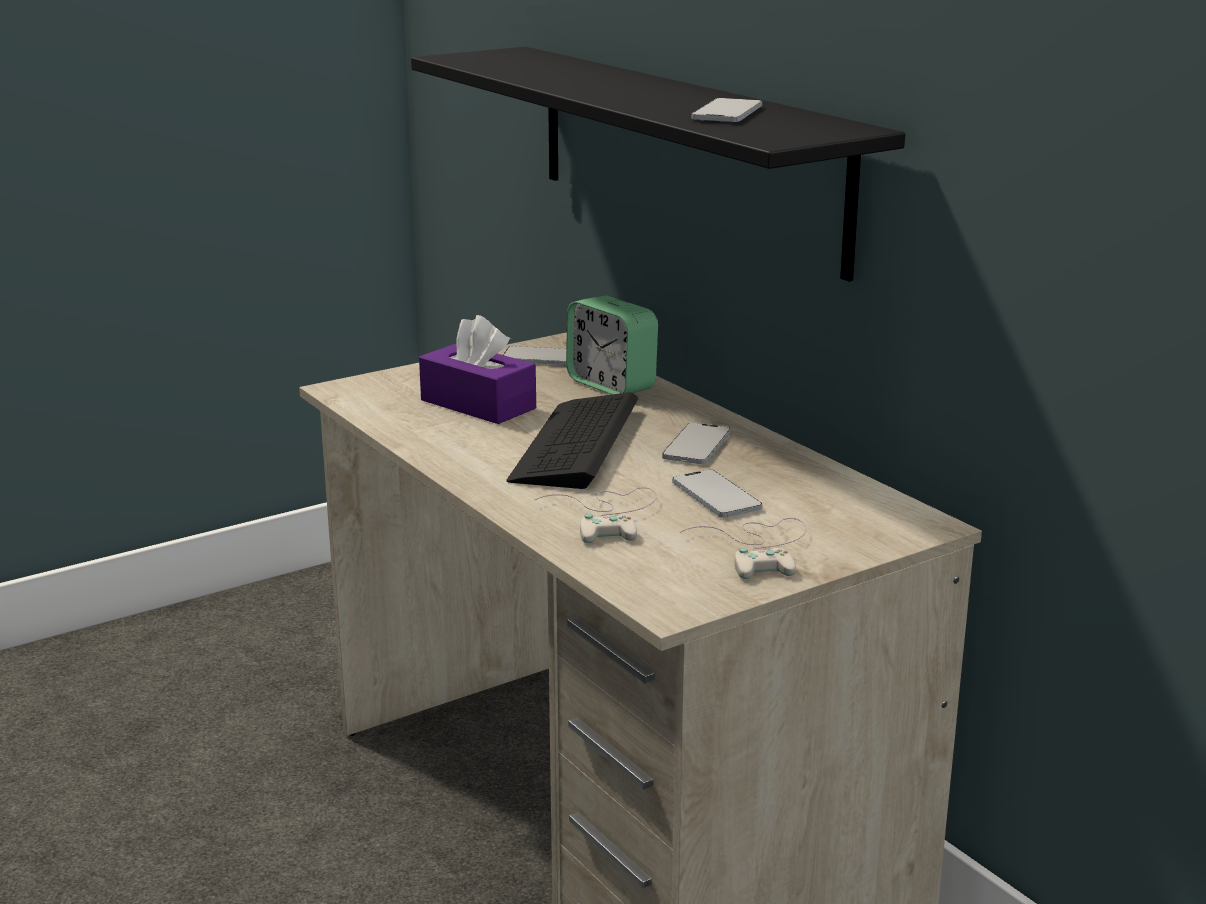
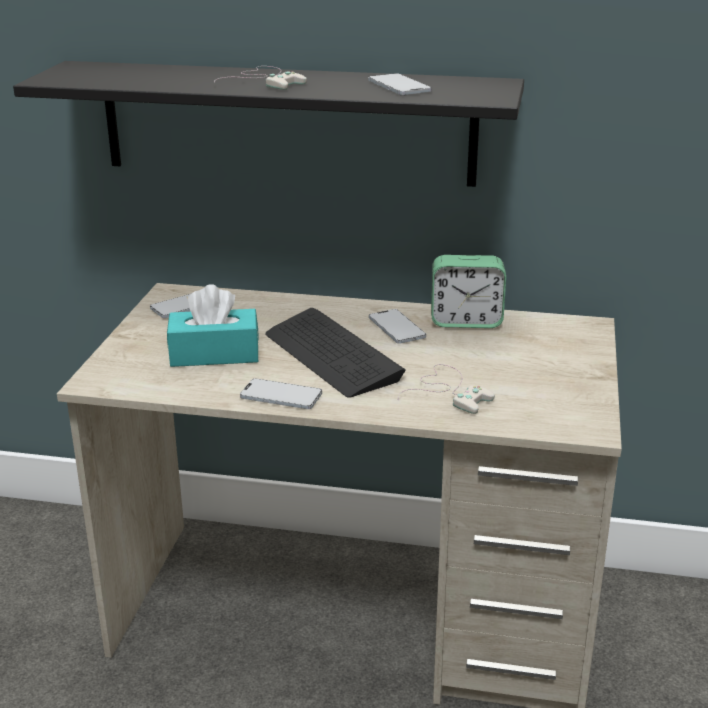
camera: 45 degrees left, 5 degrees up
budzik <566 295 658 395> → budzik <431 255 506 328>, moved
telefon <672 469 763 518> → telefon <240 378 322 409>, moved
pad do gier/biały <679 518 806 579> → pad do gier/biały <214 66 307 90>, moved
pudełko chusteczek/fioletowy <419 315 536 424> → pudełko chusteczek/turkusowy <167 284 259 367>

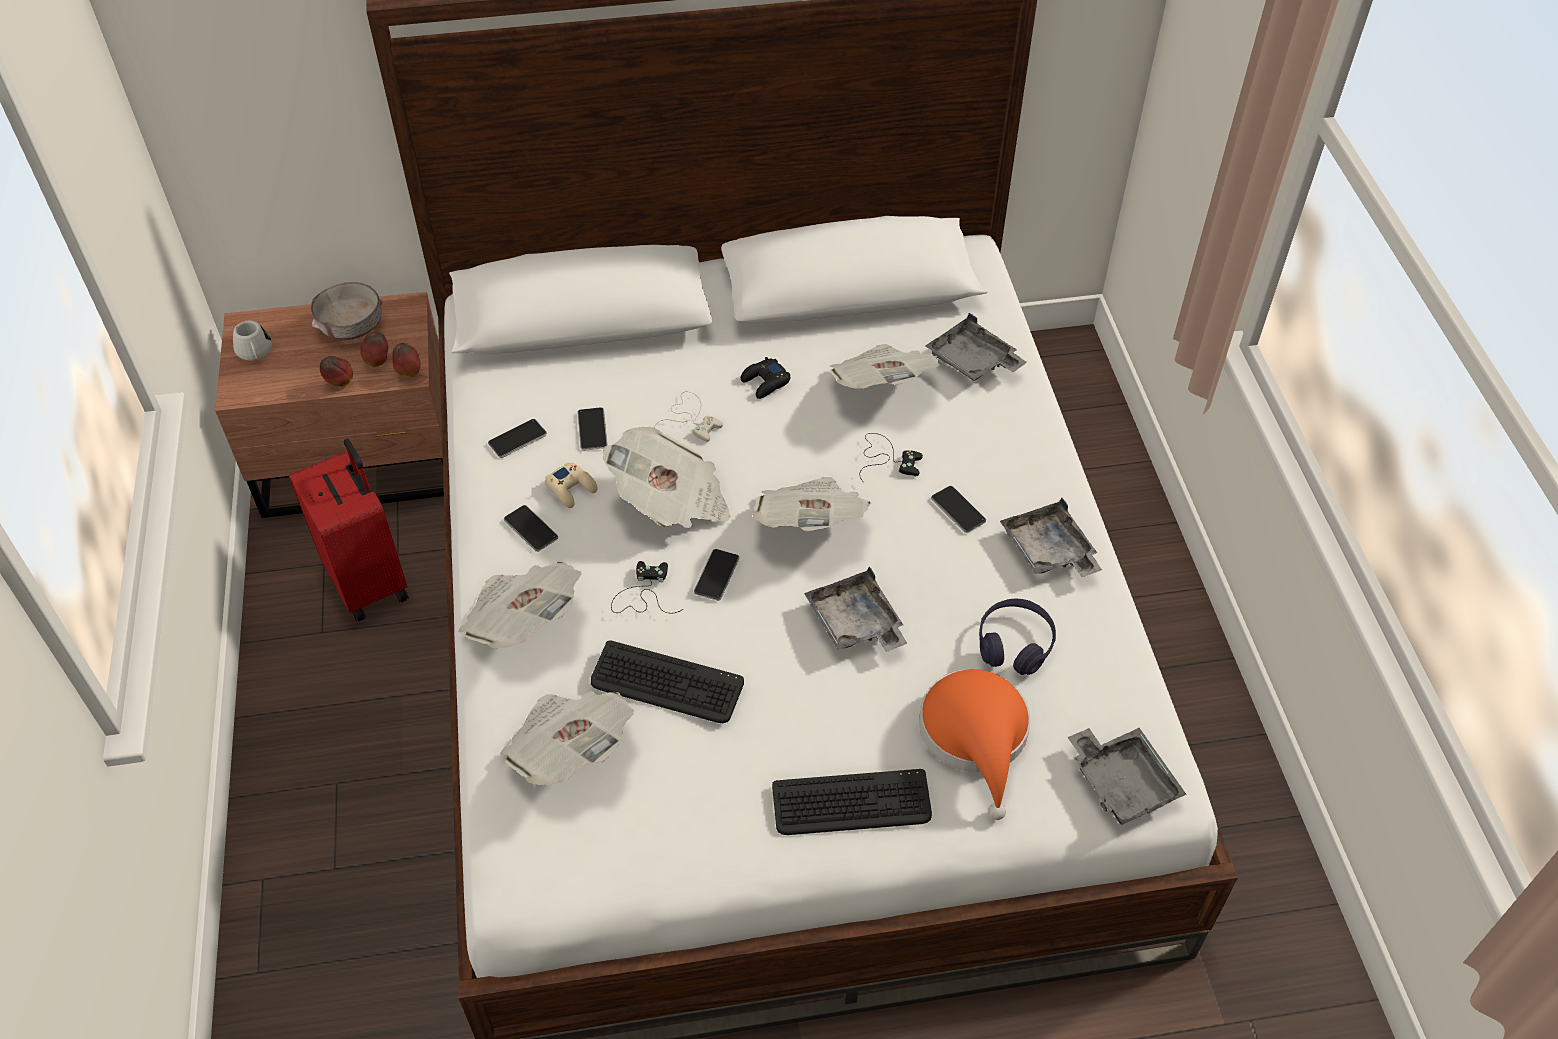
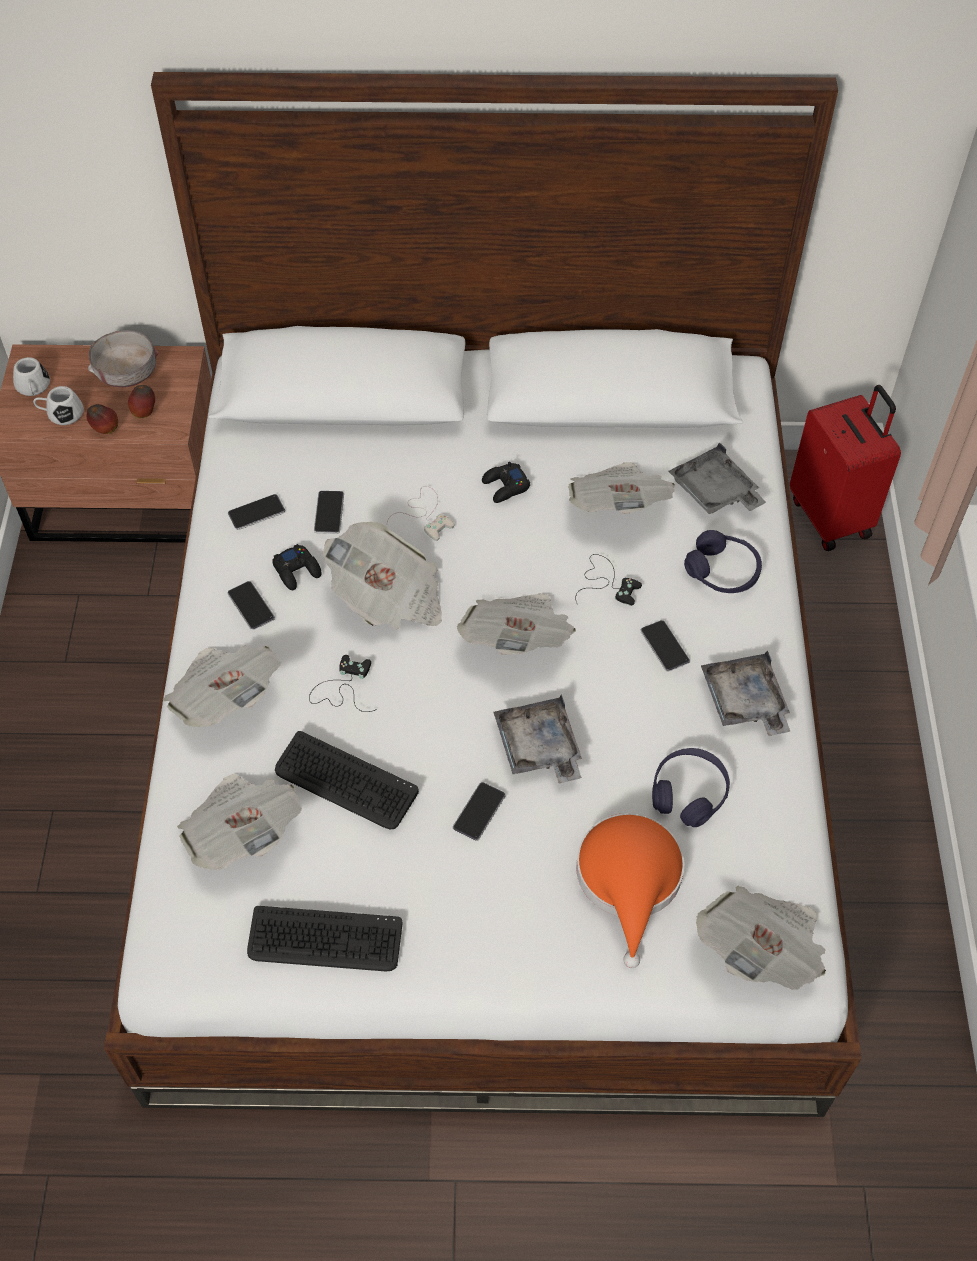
camera: 10 degrees right, 5 degrees up
jabłko <392 343 420 378> → -
- → kubek/biały <33 386 84 425>
- → słuchawki/fioletowy <684 530 762 593>
walizka/czerwony <289 439 408 622> → walizka/czerwony <790 385 901 551>, moved
telefon <694 549 739 601> → telefon <453 782 505 841>, moved
klawiatura <772 769 932 835> → klawiatura <247 906 403 971>, moved
taca/szary <1068 728 1186 825> → gazeta <696 886 826 990>
pad do gier/beżowy <545 462 597 508> → pad do gier/czarny <272 544 321 590>

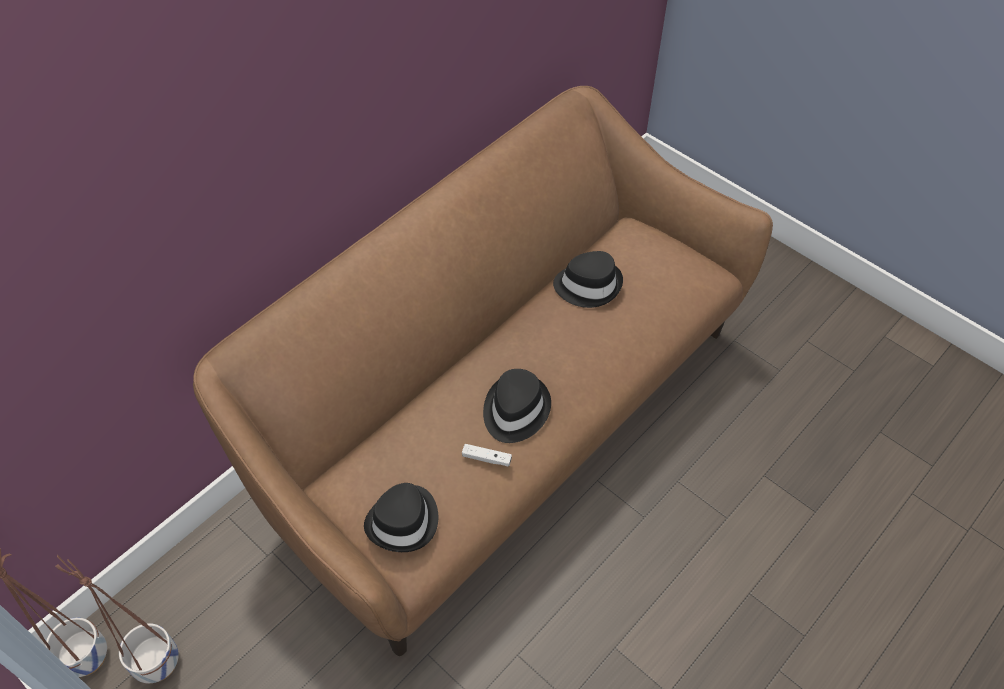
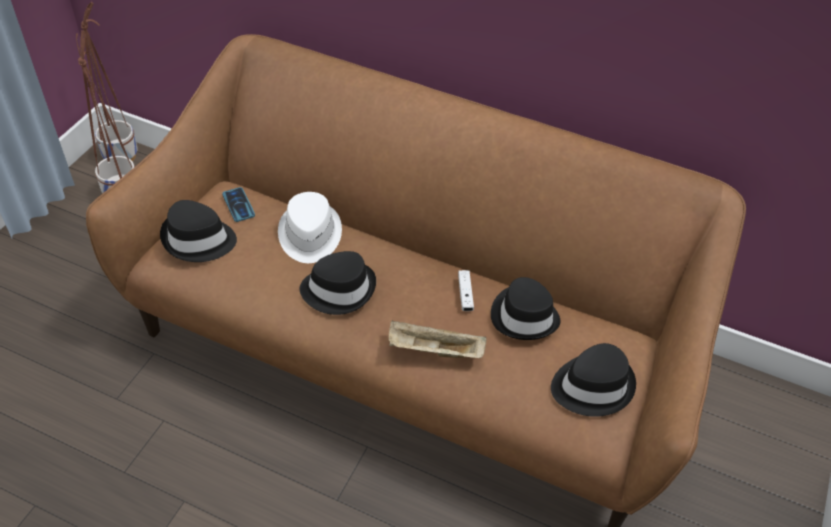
camera: 70 degrees right, 5 degrees down
- → telefon <222 187 255 222>
- → kapelusz/biały <278 192 342 263>
- → taca/beżowy <389 320 486 358>
- → kapelusz/czarny <551 343 636 417>
pad do gier/biały <462 444 512 467> → pad do gier/biały <458 270 474 311>, moved

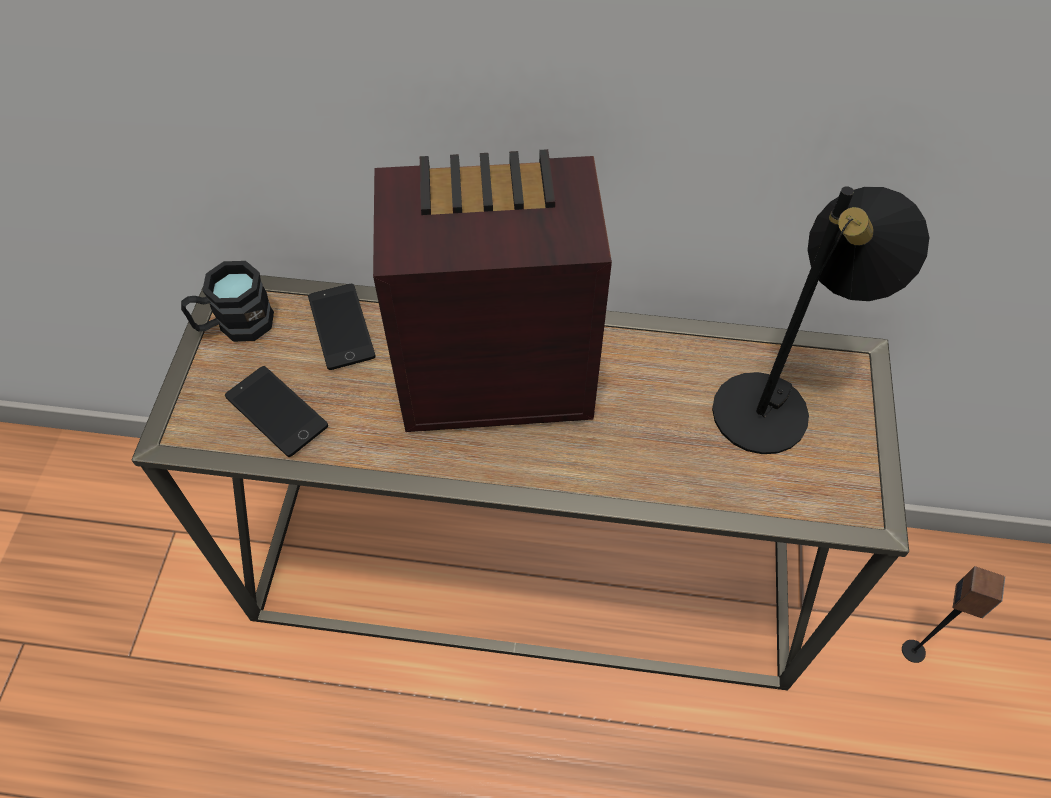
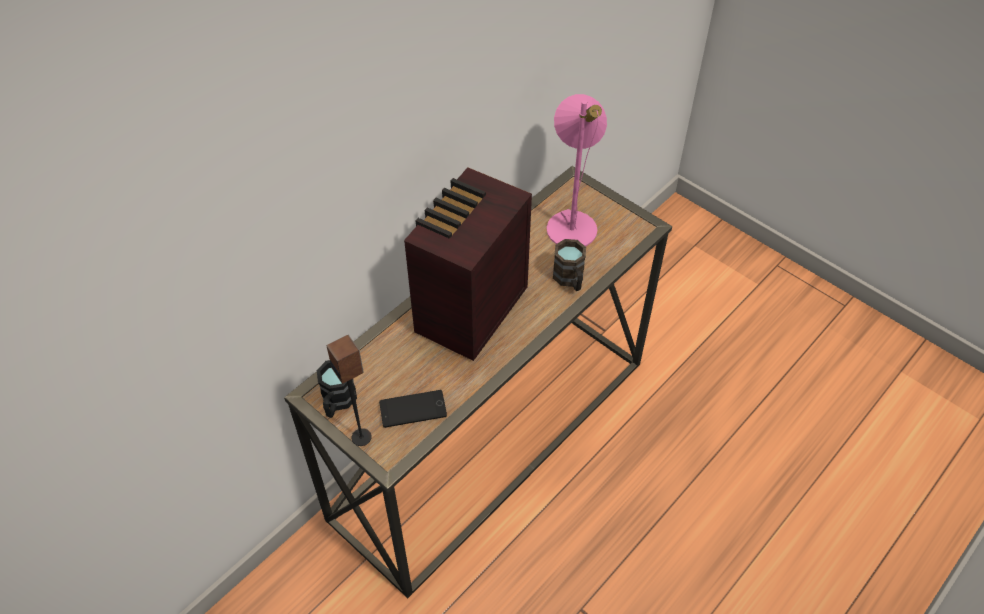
camera: 55 degrees left, 5 degrees down
telefon <308 284 376 370> → -
- → kubek/brązowy <553 239 586 291>
głośnik <902 566 1005 663> → głośnik <327 335 372 446>, moved
lampa stołowa/czarny <712 186 929 454> → lampa stołowa/różowy <546 94 607 246>

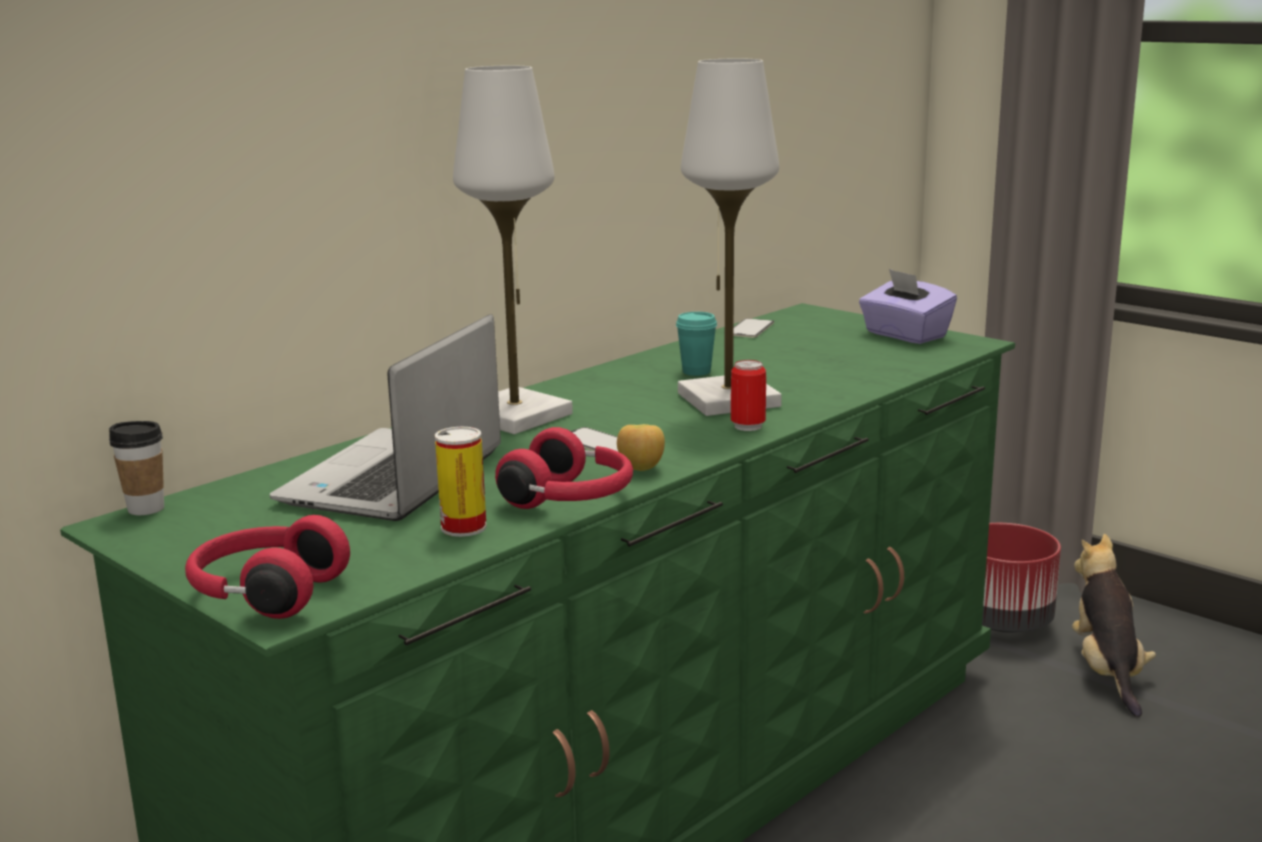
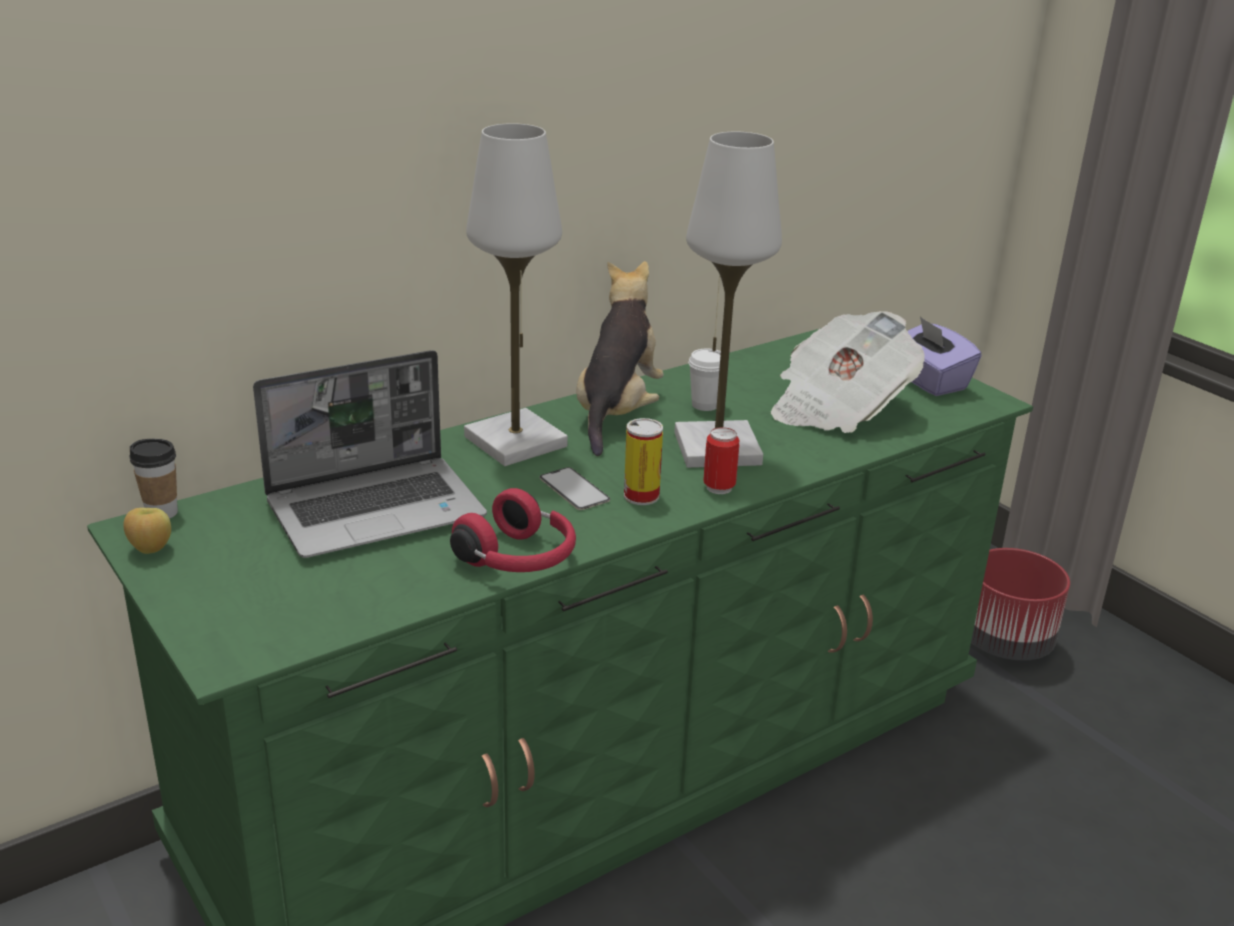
camera: 10 degrees right, 10 degrees up
słuchawki/czerwony <185 515 350 619> → -
telefon <733 318 774 338> → -
- → gazeta <771 311 925 433>
puszka <435 426 487 537> → puszka <624 418 663 505>, moved
jabłko <617 424 665 471> → jabłko <123 508 171 554>, moved
pluszak <1072 534 1156 717> → pluszak <576 261 664 456>, moved
filiżanka/turkusowy <676 312 717 376> → filiżanka/biały <688 349 721 411>
laptop <270 314 501 521> → laptop <253 350 487 558>, 150 degrees counterclockwise

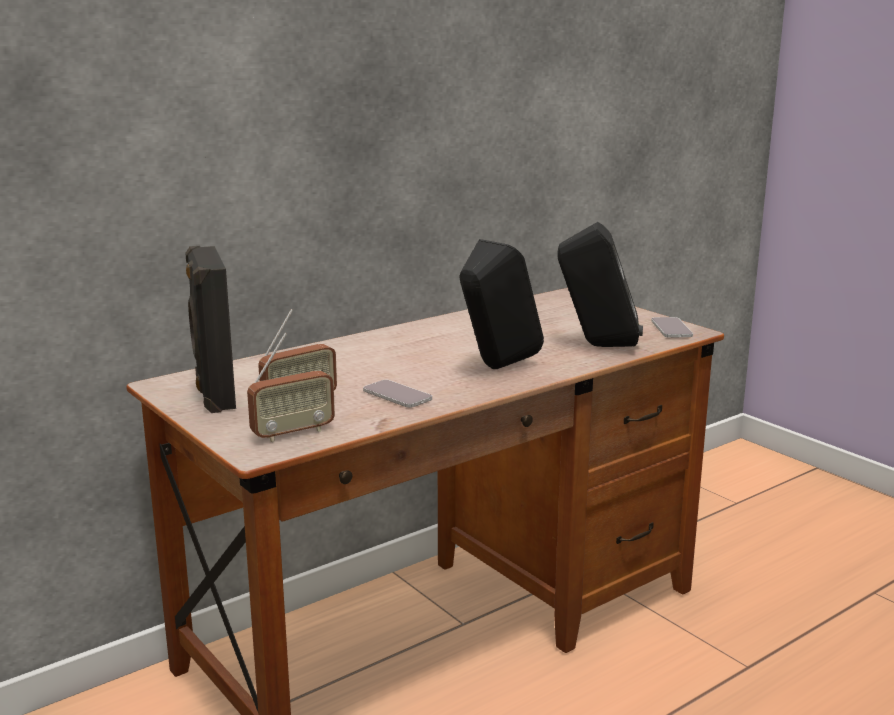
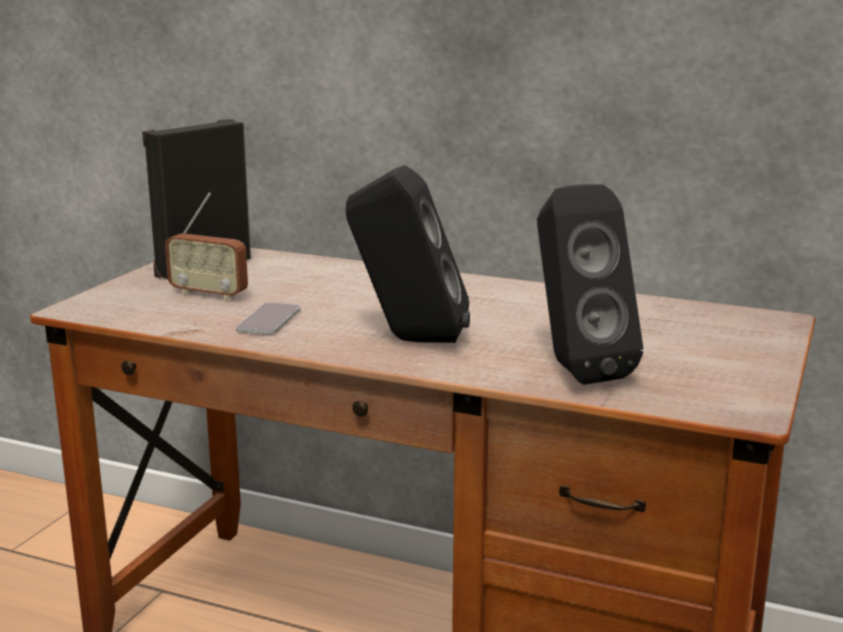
camera: 60 degrees right, 0 degrees up
radio <247 333 335 442> → -
telefon <651 317 693 338> → -

